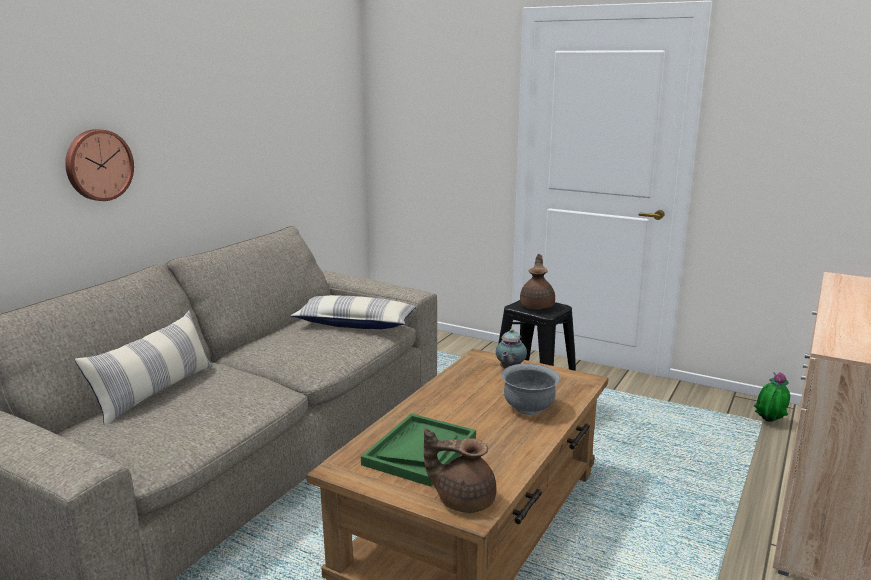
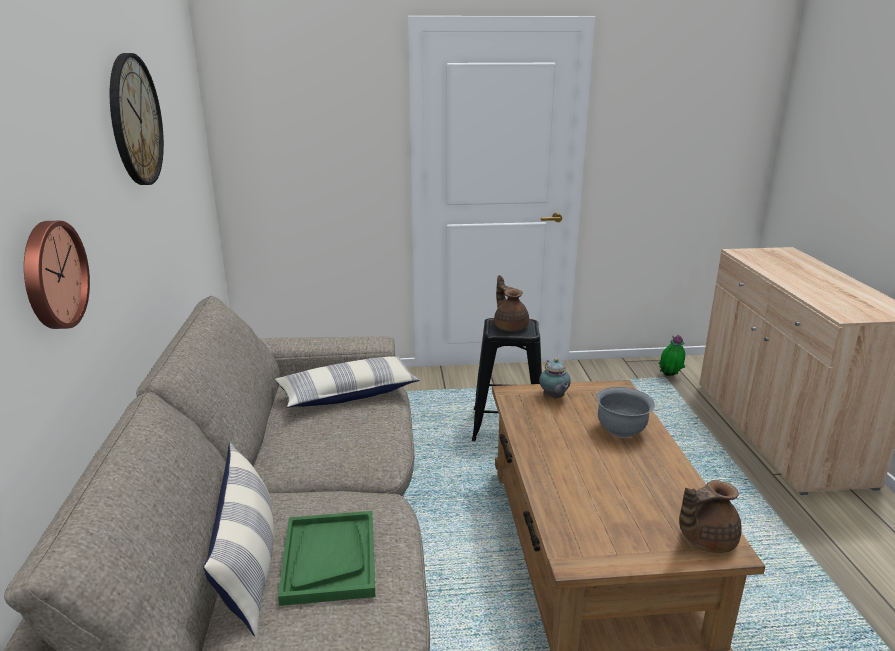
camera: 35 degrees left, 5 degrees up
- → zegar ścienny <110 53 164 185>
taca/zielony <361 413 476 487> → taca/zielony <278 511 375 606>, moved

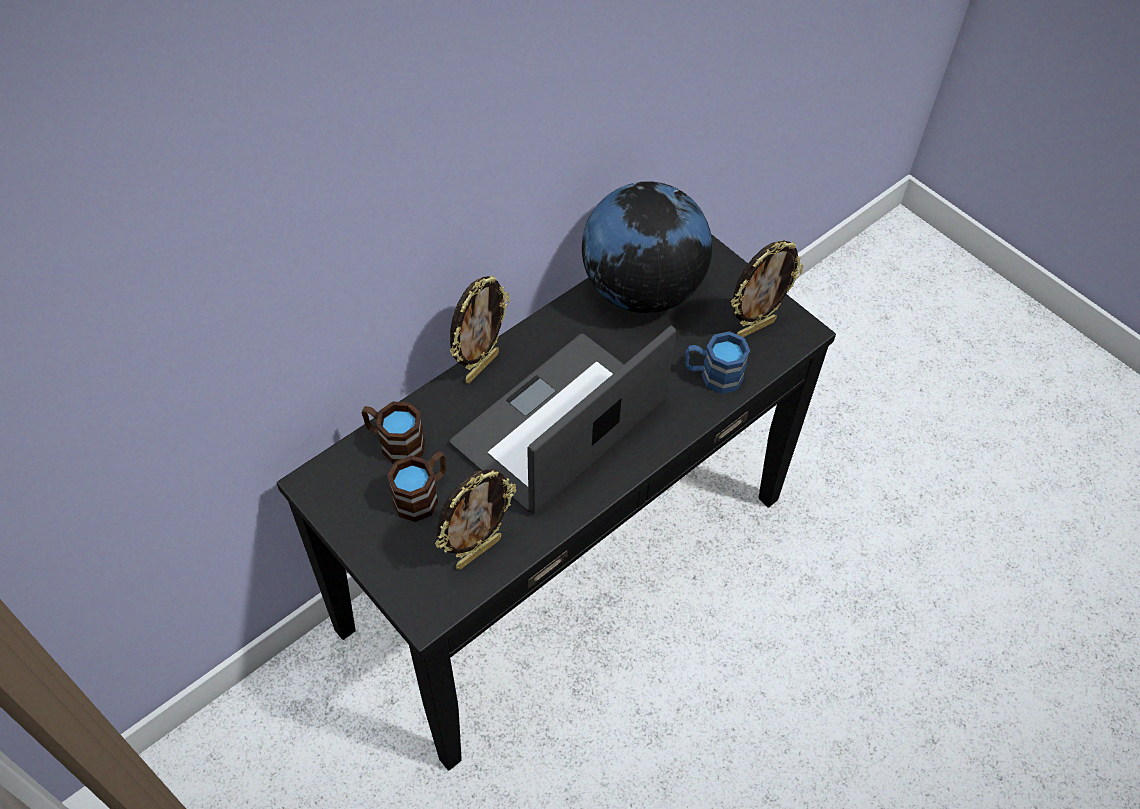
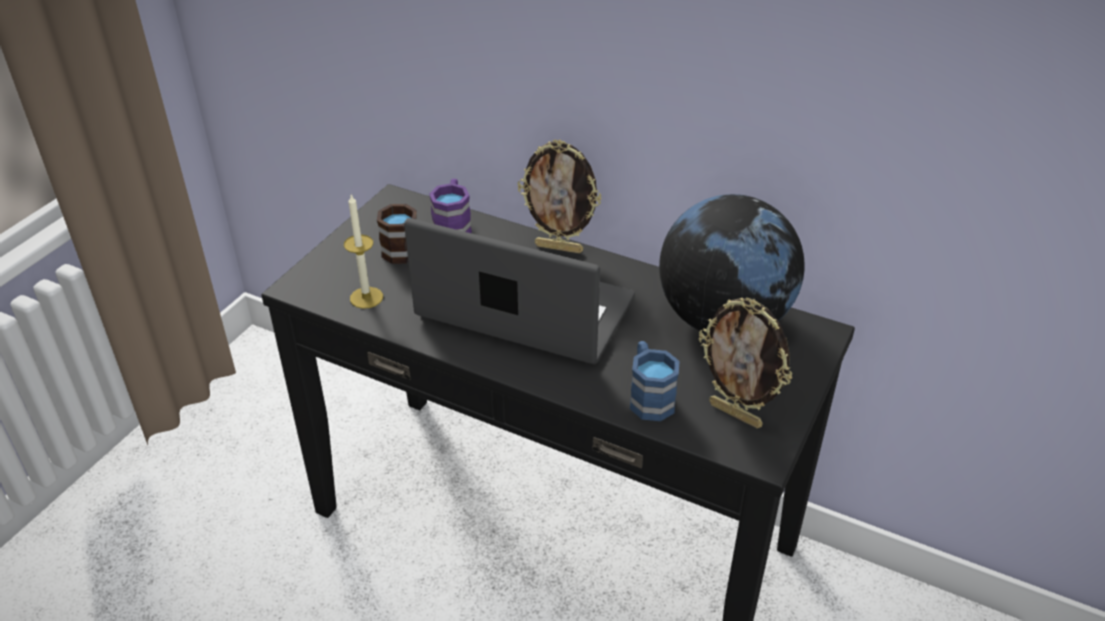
camera: 70 degrees right, 15 degrees down
ramka na zdjęcie <435 469 516 570> → świeca <344 195 383 309>
kubek/brązowy <362 402 425 464> → kubek/fioletowy <429 179 472 233>

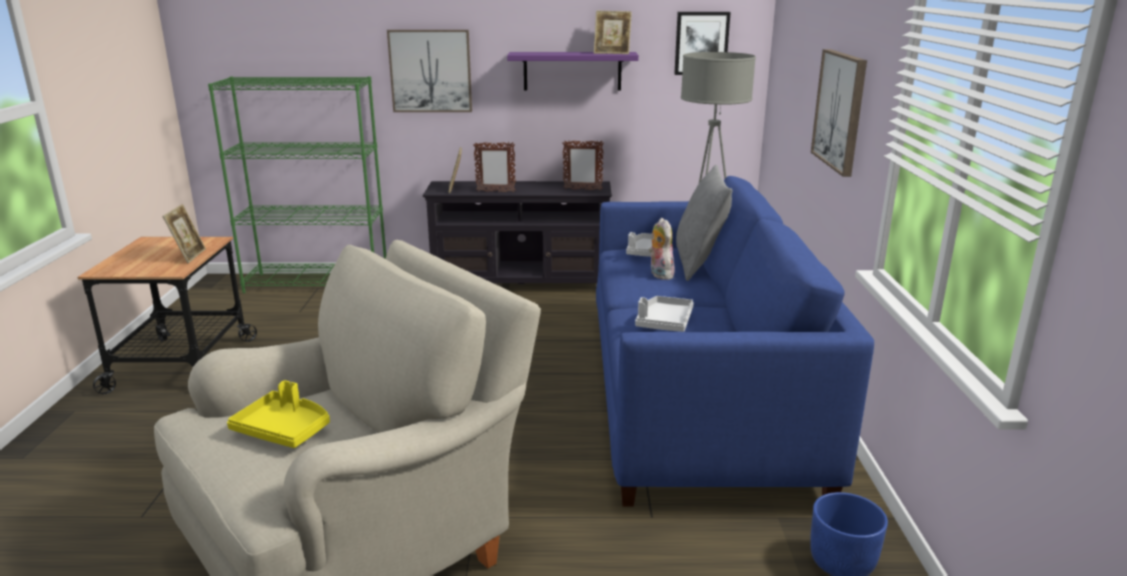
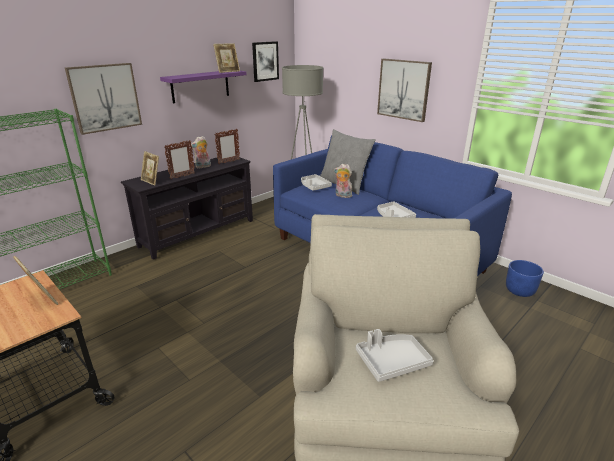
camera: 45 degrees left, 5 degrees up
- → pluszak <191 136 211 168>
taca/żółty <227 380 330 448> → taca/szary <356 329 434 382>

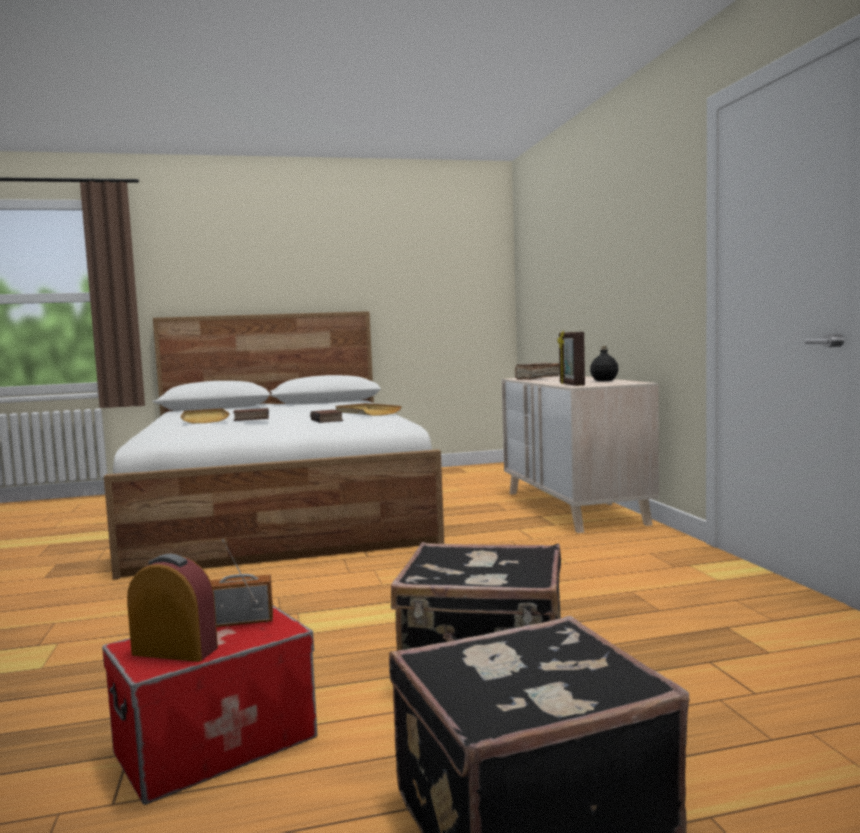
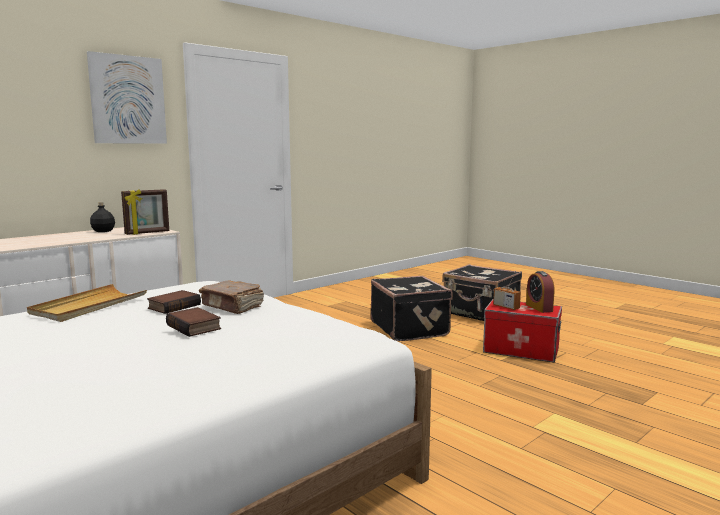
camera: 120 degrees left, 5 degrees up
taca/beżowy <180 408 230 423> → -
- → obraz <87 51 167 144>
książka/brązowy <515 363 560 380> → książka/brązowy <199 280 264 314>, moved

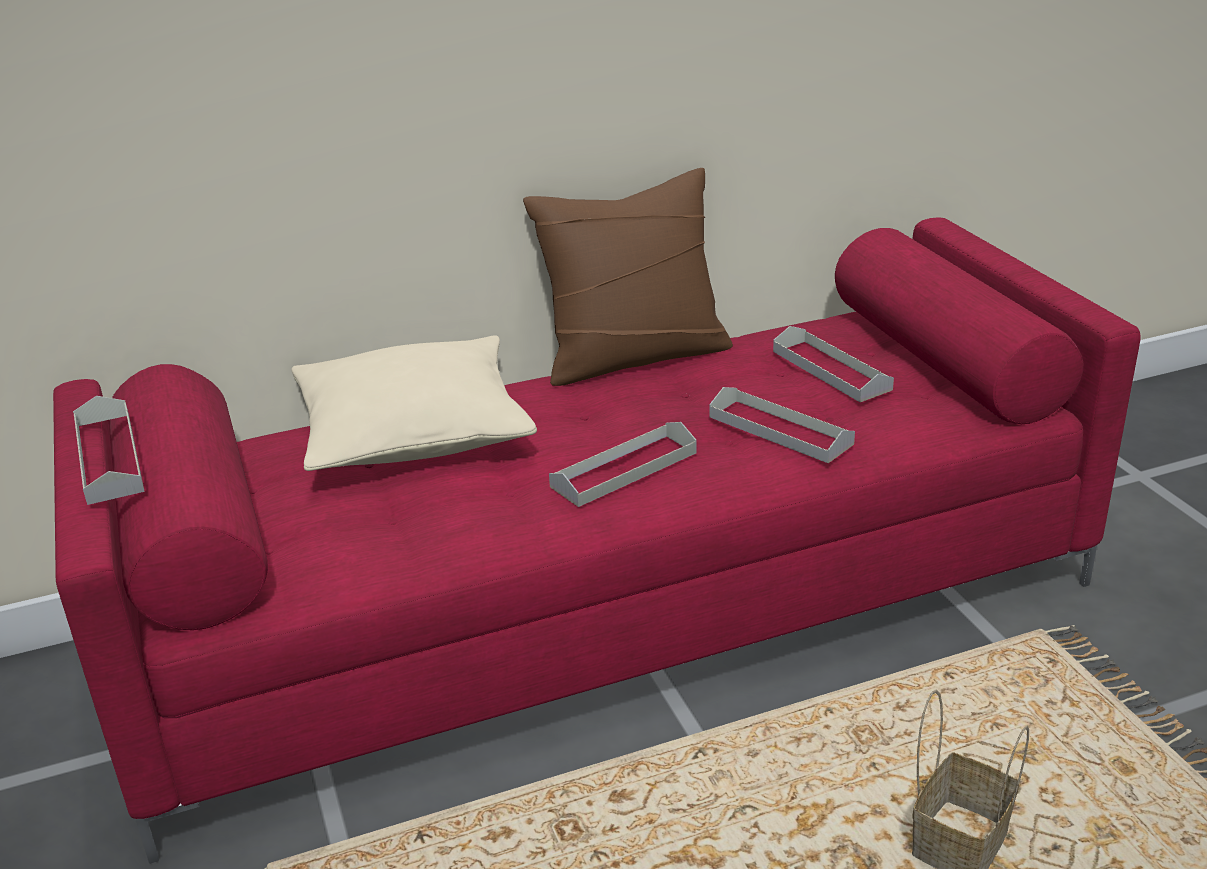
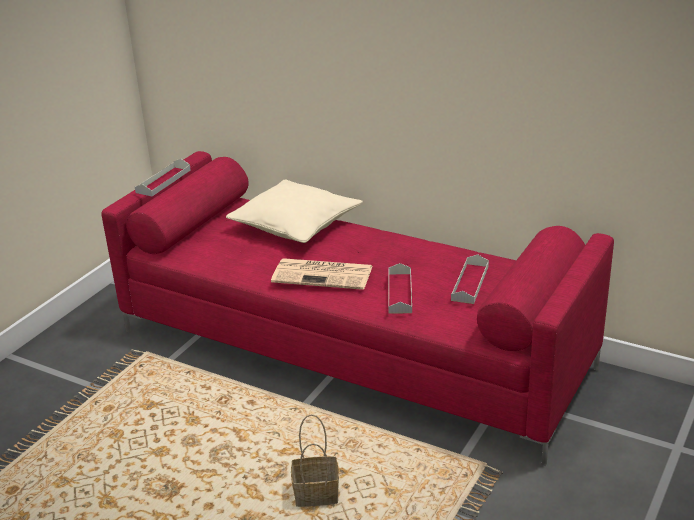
camera: 50 degrees right, 0 degrees up
poduszka/brązowy <523 168 733 386> → -
taca/szary <549 422 697 507> → gazeta <271 258 373 290>

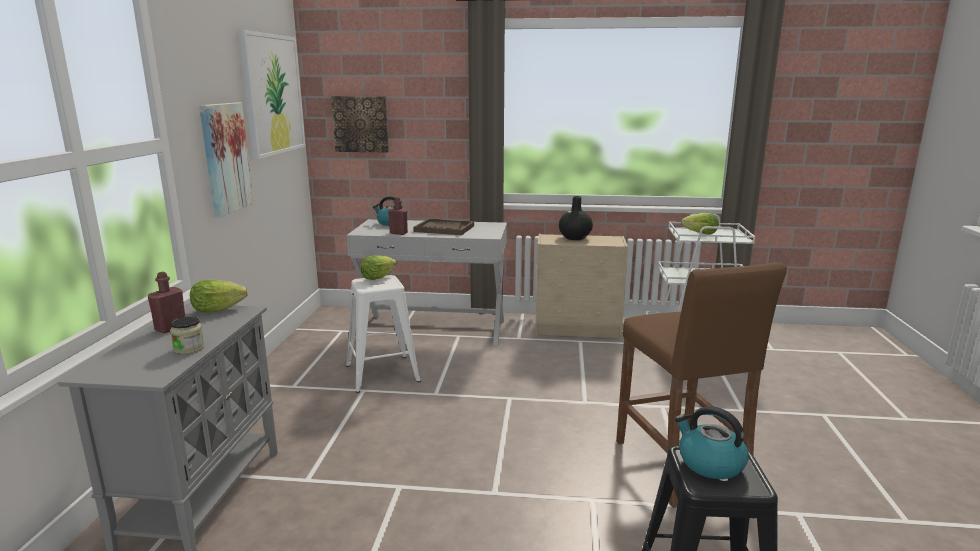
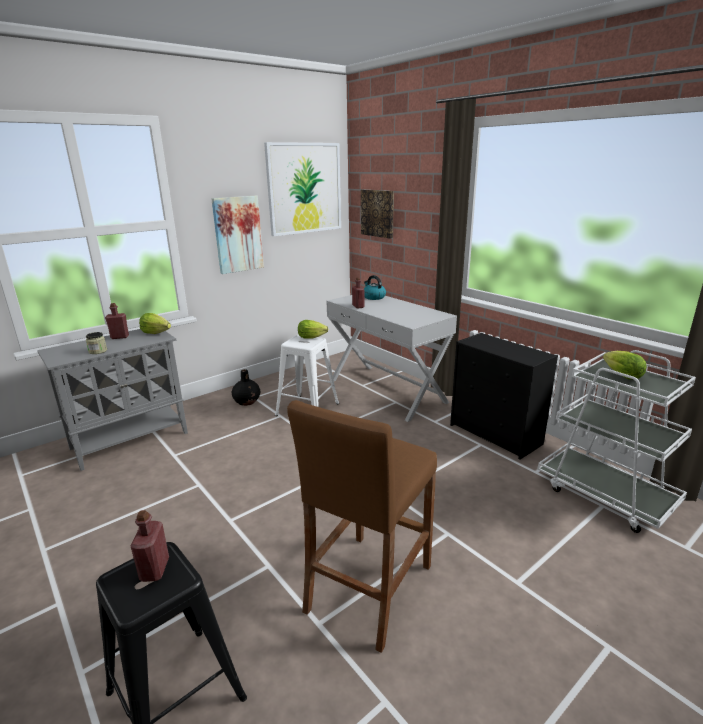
camera: 45 degrees right, 5 degrees up
taca/brązowy <413 218 474 235> → -
wazon/czarny <559 196 593 240> → wazon/czarny <232 369 260 406>, moved
czajnik <675 406 749 479> → butelka/czerwony <131 510 169 582>
komoda/beżowy <535 234 628 340> → komoda/czarny <450 333 558 460>

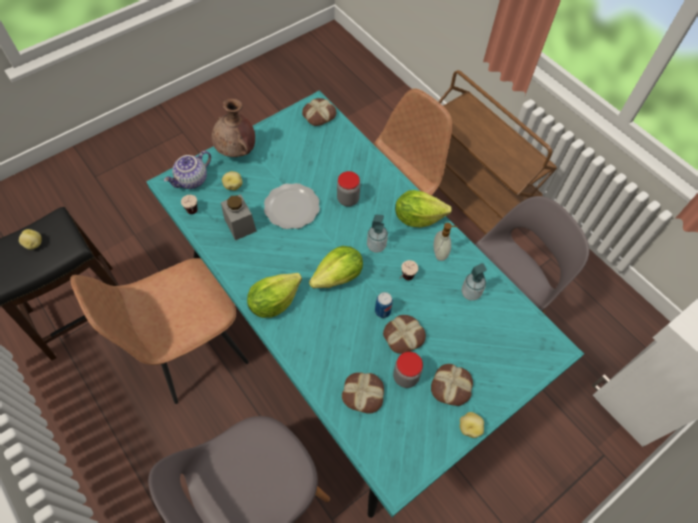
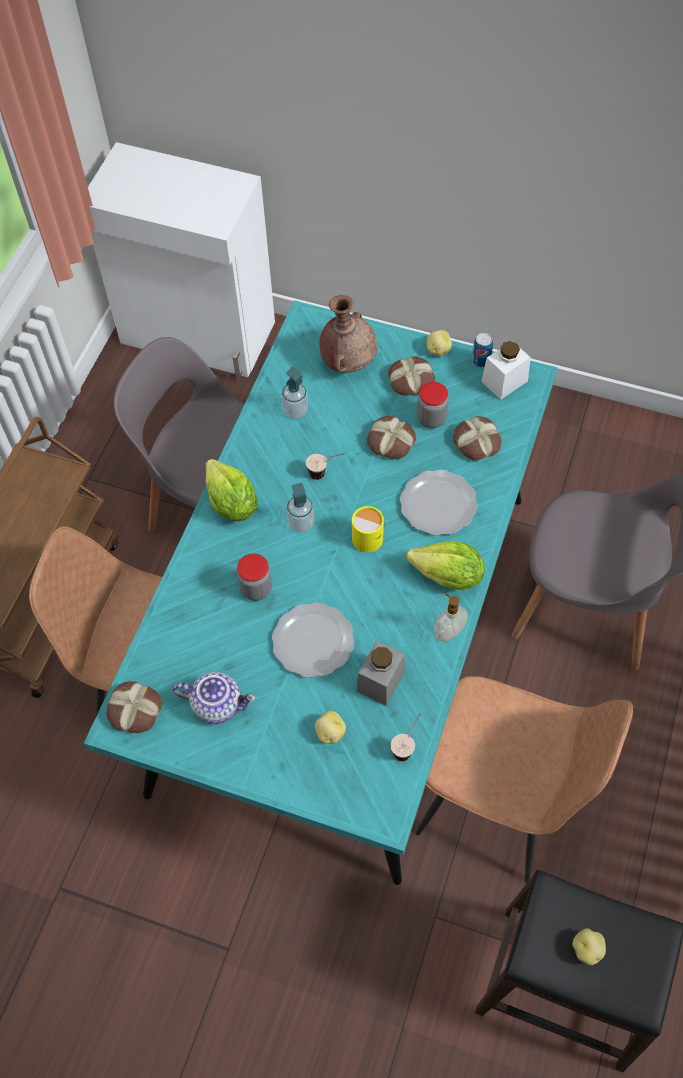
camera: 120 degrees left, 0 degrees up
- → talerz <400 470 478 536>
- → słoik/biały <481 341 531 400>
imbryk <164 151 211 189> → imbryk <173 672 256 724>, moved
wazon/brązowy <212 98 255 157> → wazon/brązowy <319 295 378 373>, moved
puszka <375 292 393 318> → puszka <472 333 493 367>, moved
dozownik mydła <433 223 458 261> → dozownik mydła <434 592 468 642>, moved
sałata <309 246 363 288> → kubek/żółty <352 506 385 552>

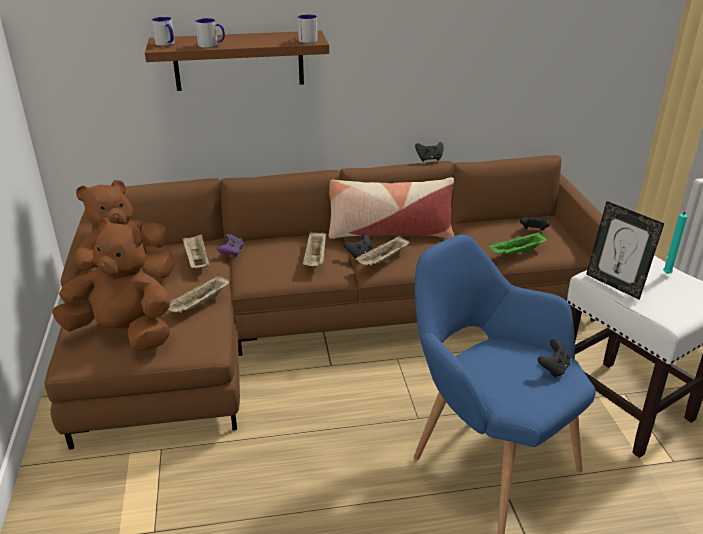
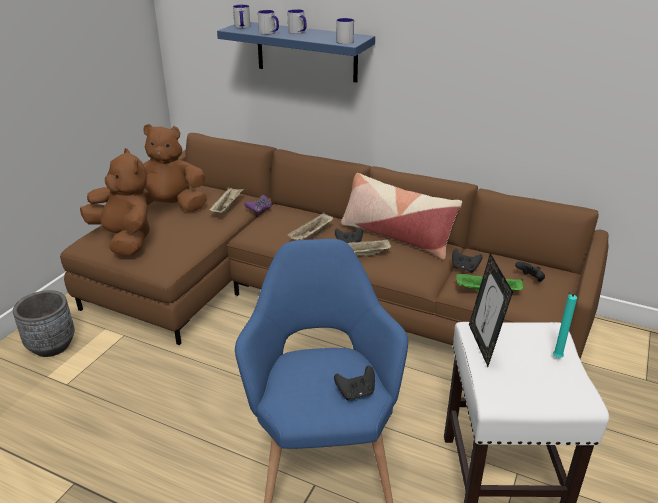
camera: 35 degrees right, 0 degrees up
taca/beżowy <169 274 230 313> → -
- → donica/szary <13 290 75 357>
- → kubek <287 9 306 34>
pad do gier/czarny <415 142 444 162> → pad do gier/czarny <452 248 483 273>, moved
półka/brązowy <145 31 329 91> → półka/niebieski <217 22 375 83>

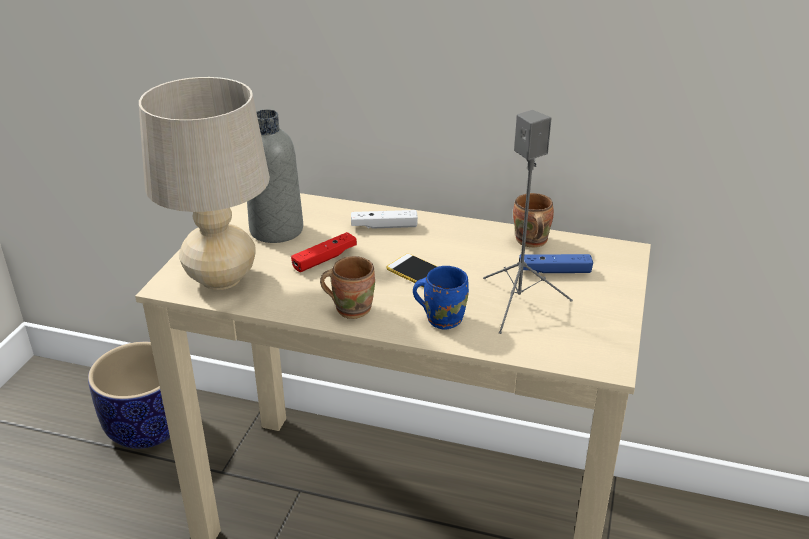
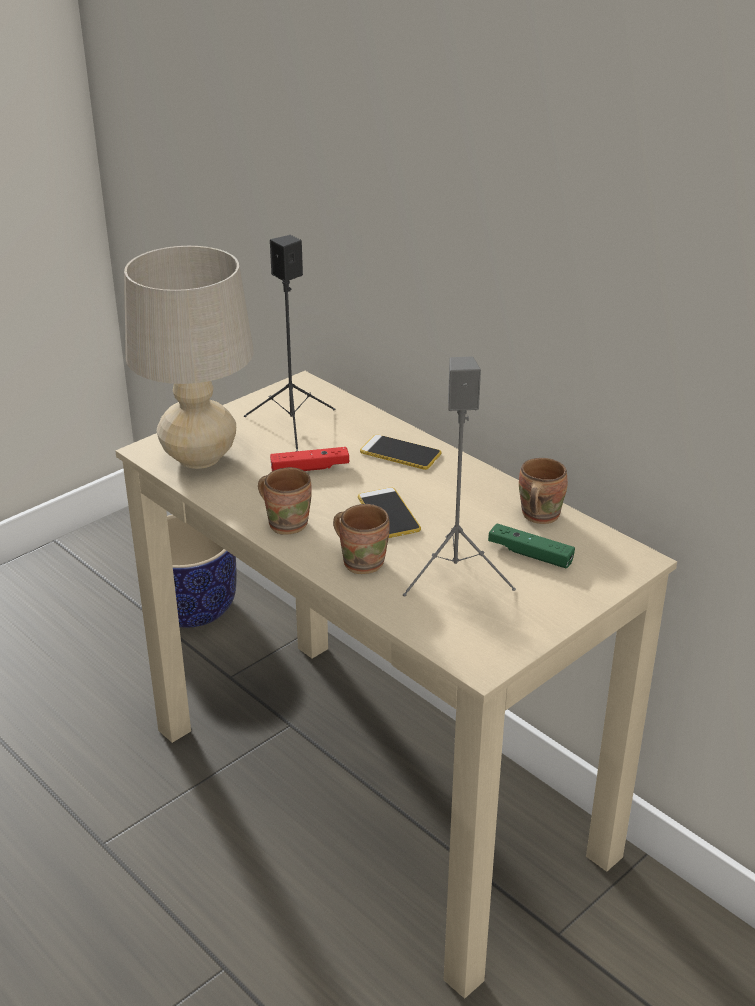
camera: 30 degrees right, 0 degrees up
butelka/szary <247 109 303 243> → głośnik/czarny <244 235 335 451>
pad do gier/biały <351 210 418 229> → telefon <360 434 441 470>
kubek/niebieski <413 266 469 330> → kubek/brązowy <333 504 389 574>
pad do gier/niebieski <519 254 593 273> → pad do gier/zielony <488 523 575 568>

